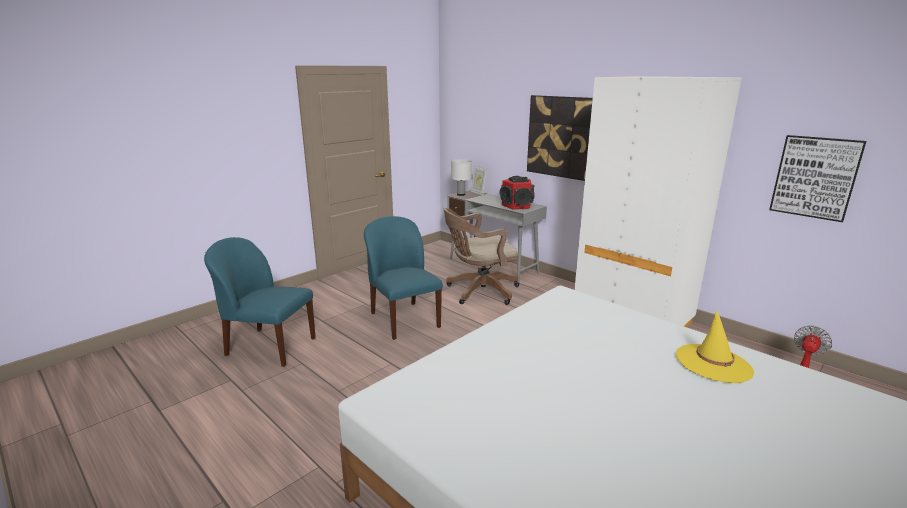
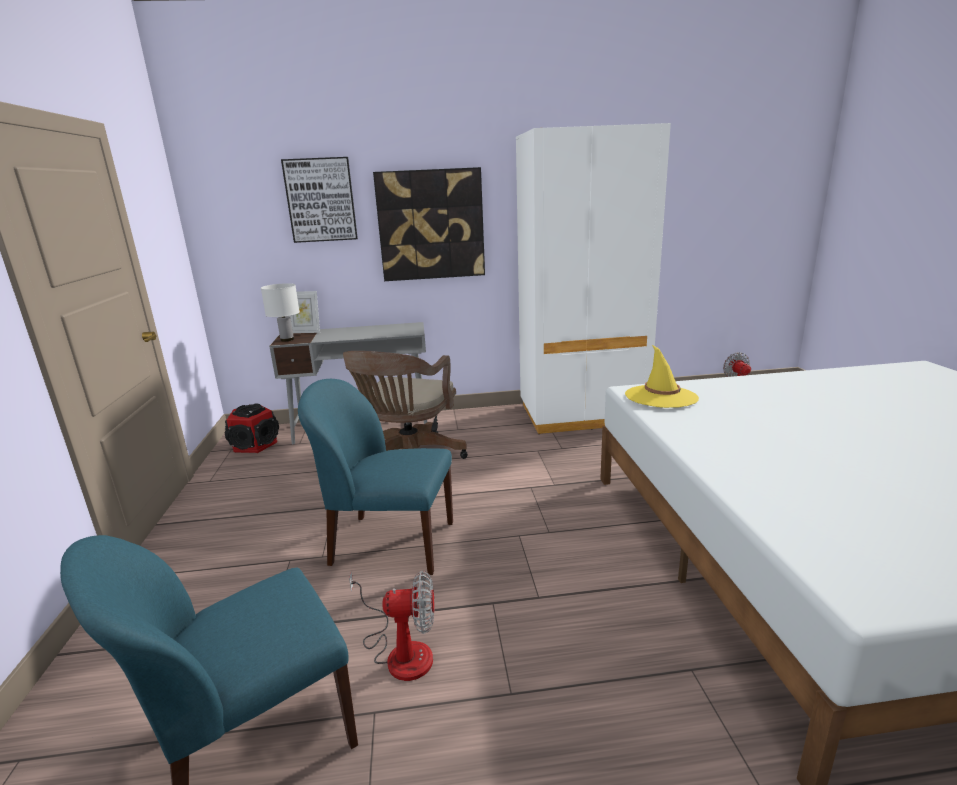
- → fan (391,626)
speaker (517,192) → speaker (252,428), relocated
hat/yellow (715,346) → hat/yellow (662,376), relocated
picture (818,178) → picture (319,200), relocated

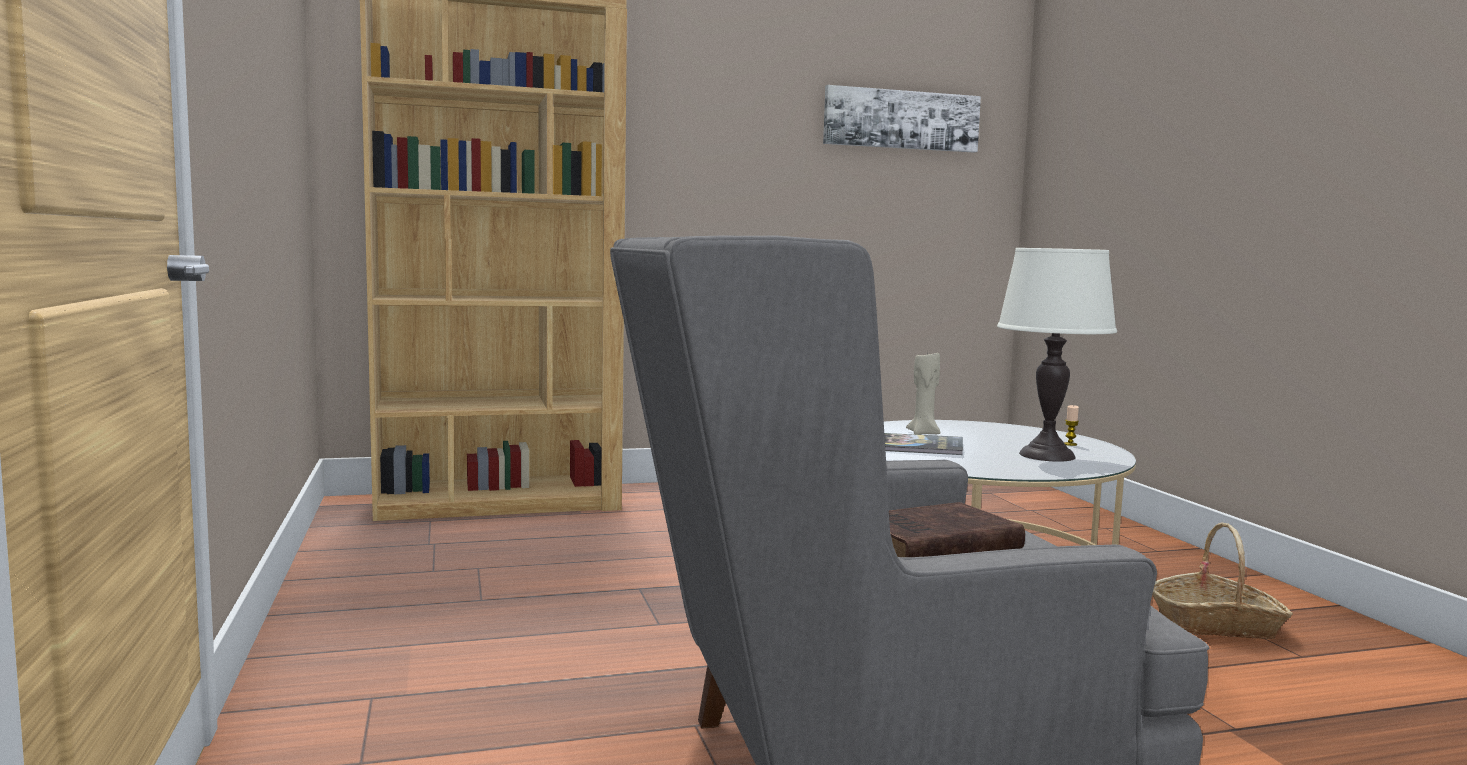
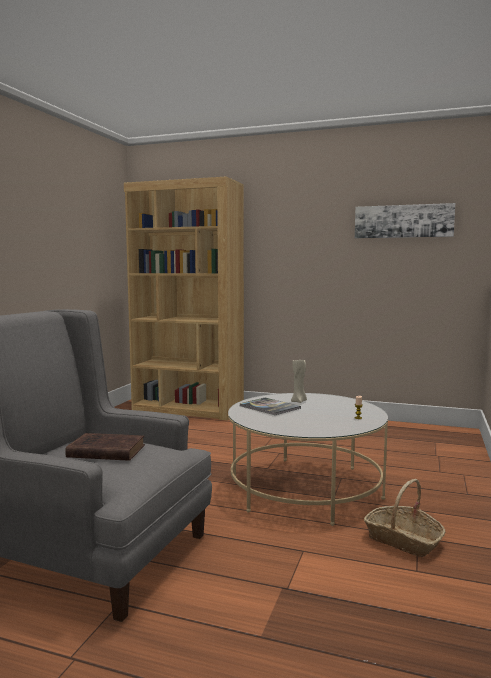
table lamp/white (1057,355) → -

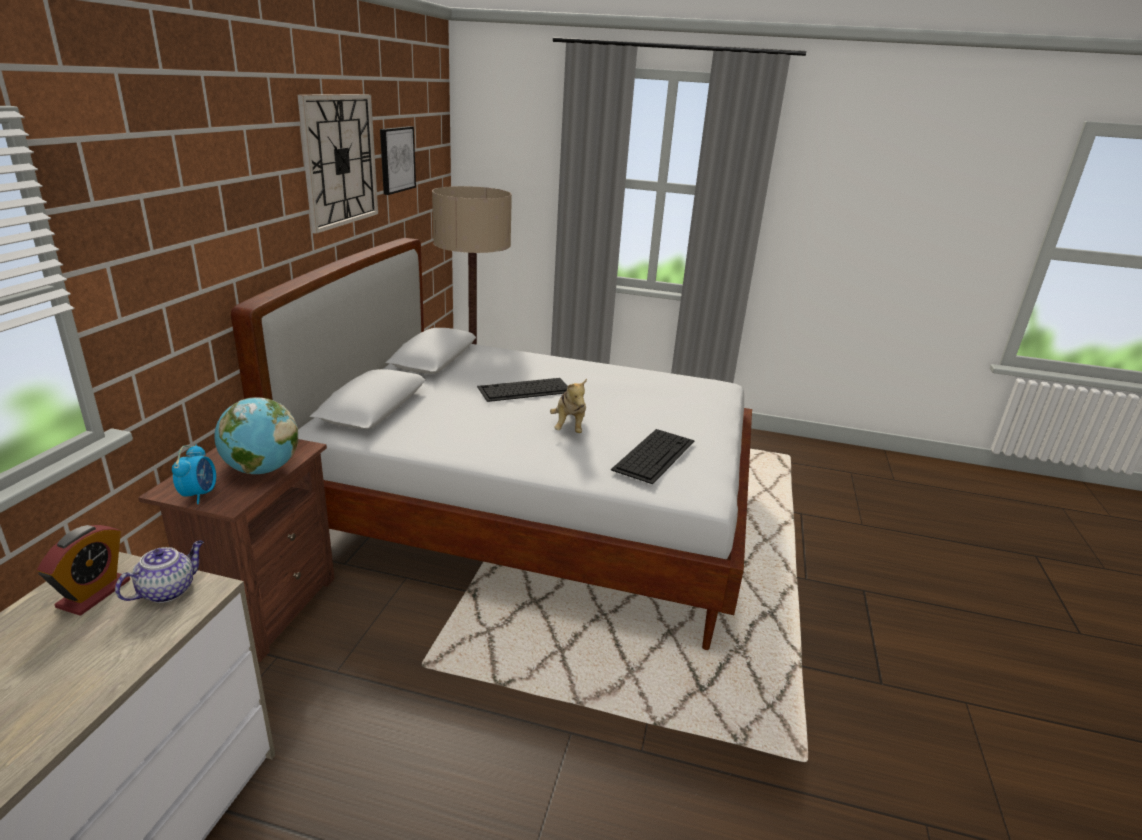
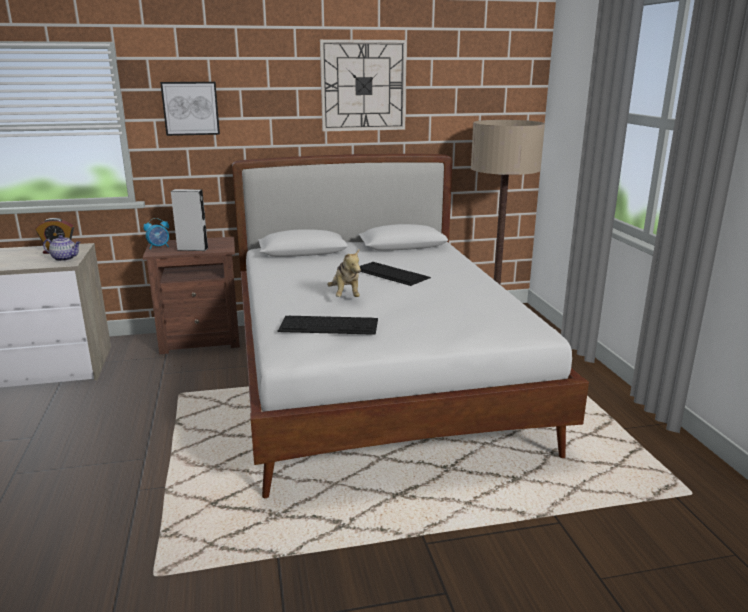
picture (398,160) → picture (190,109), relocated
globe (256,435) → speaker/grey (189,220)
plush toy (568,406) → plush toy (344,273), 75 degrees counterclockwise

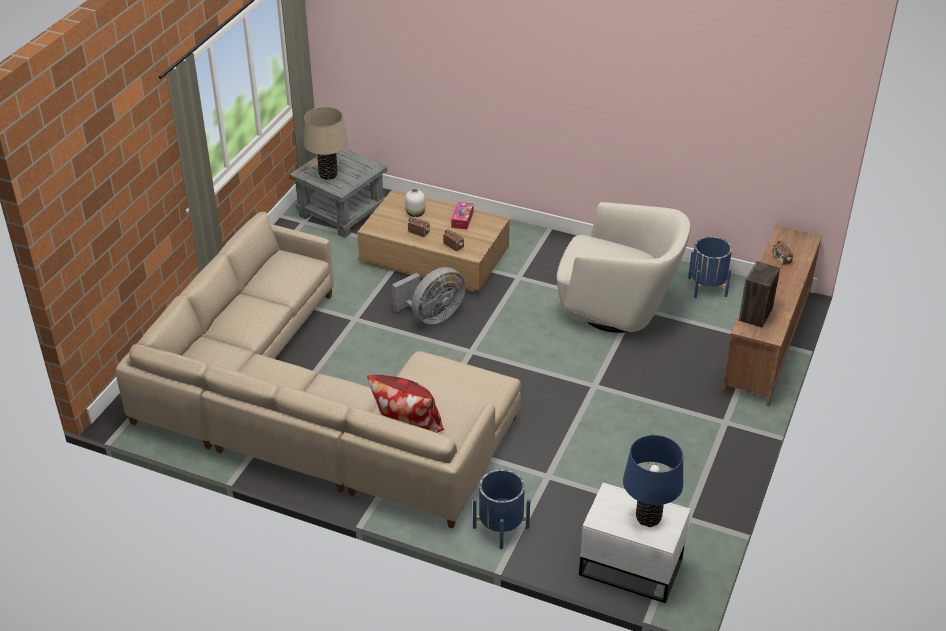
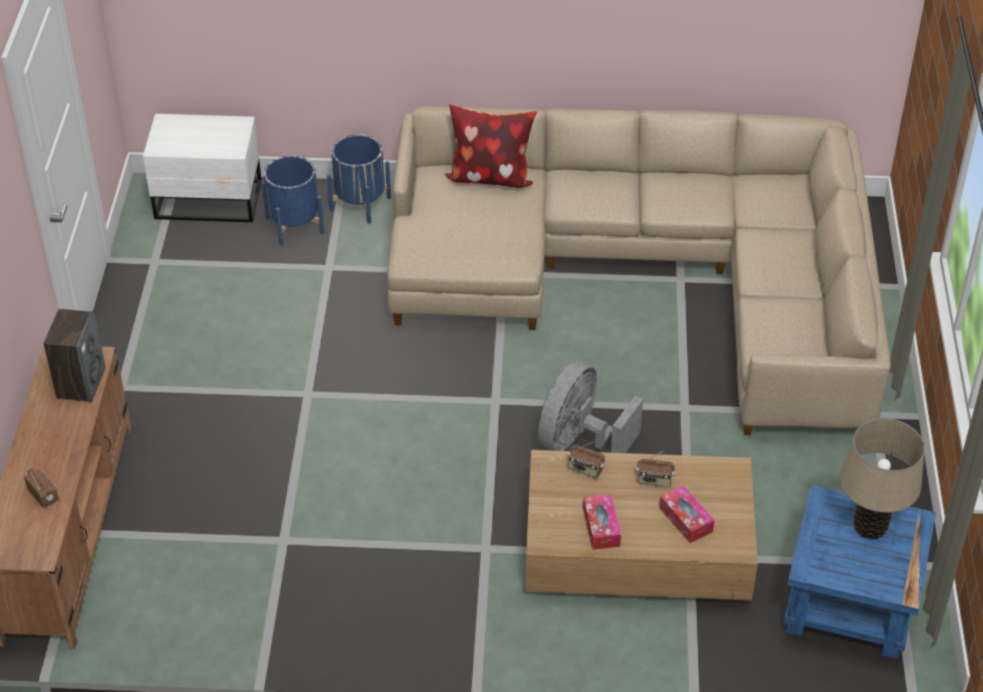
armchair/beige (623,267) → -
table lamp/blue (653,481) → -
planter/blue (710,267) → planter/blue (293,200), relocated
vase/white (415,202) → tissue box (687,514)
side table/grey (338,193) → side table/blue (860,572)

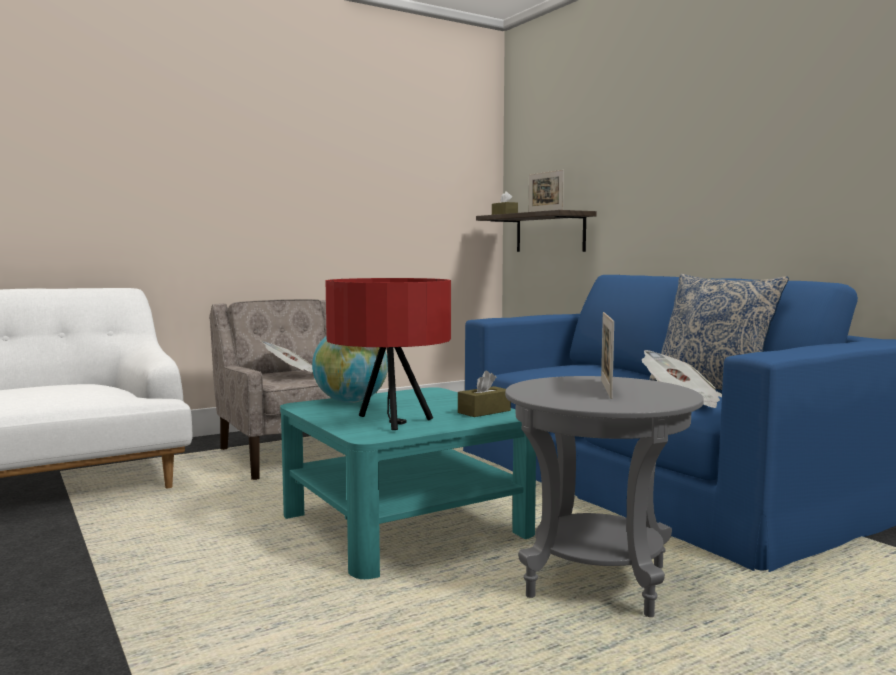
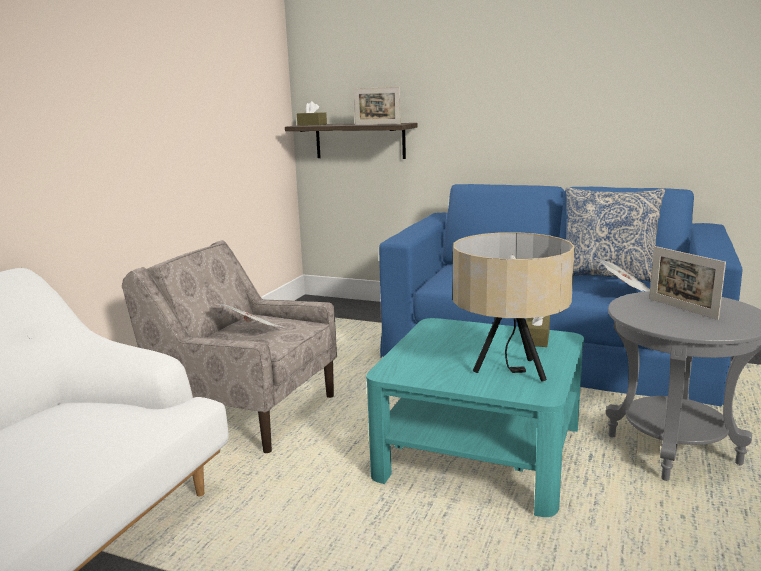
globe (350,369) → -
table lamp/red (388,354) → table lamp/beige (514,307)

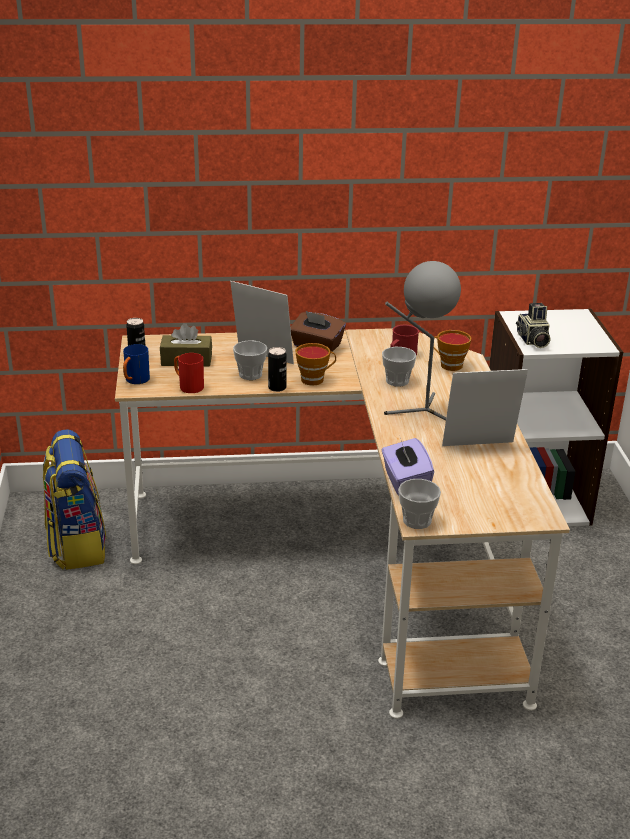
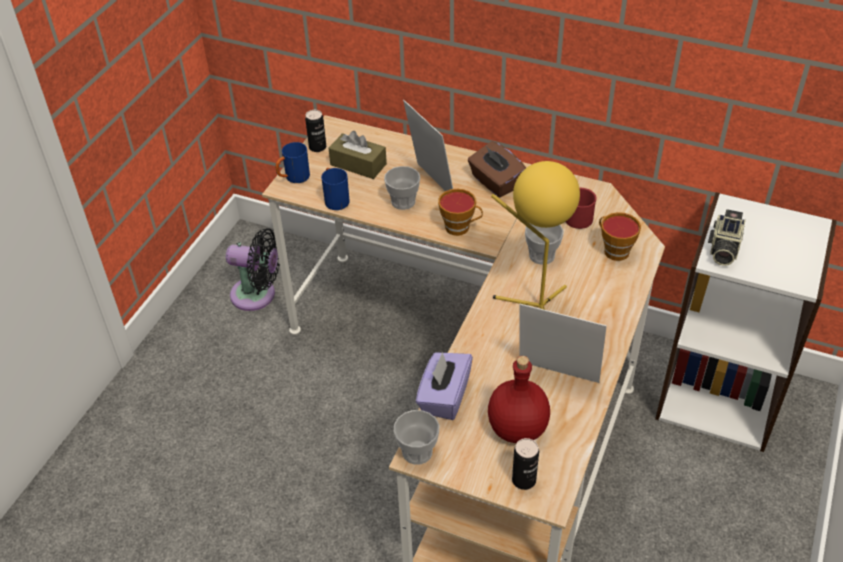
- → bottle/red (519,399)
can (277,369) → can (525,464), relocated
backpack (74,499) → fan/black (253,269)
mug/red (189,373) → mug/blue (335,189)
table lamp/grey (422,341) → table lamp/yellow (535,235)

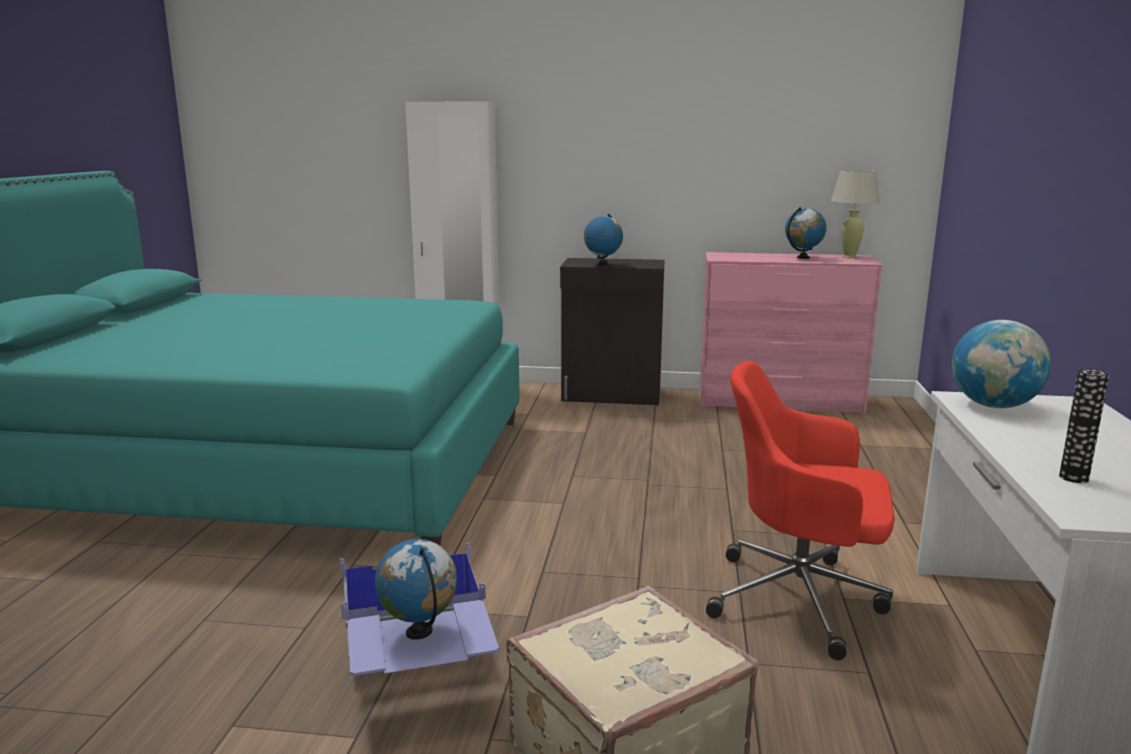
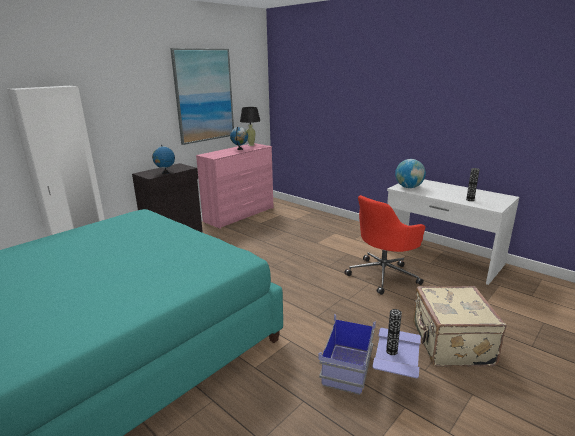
- → picture (202,96)
globe (416,589) → vase (394,332)
table lamp/beige (855,214) → table lamp/black (250,126)

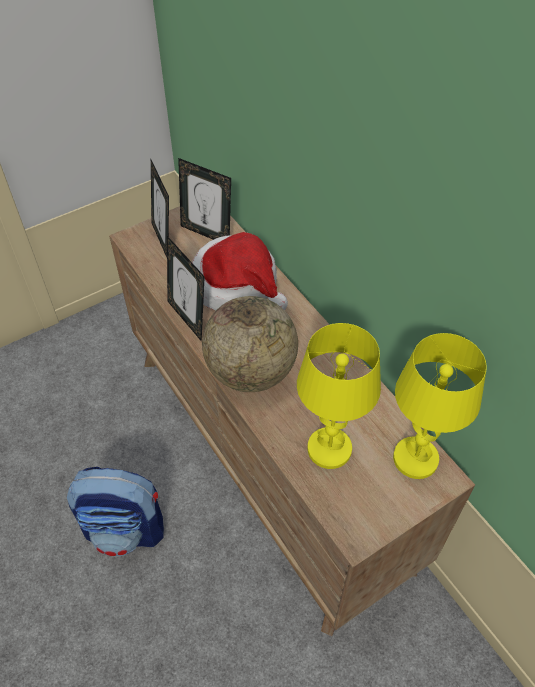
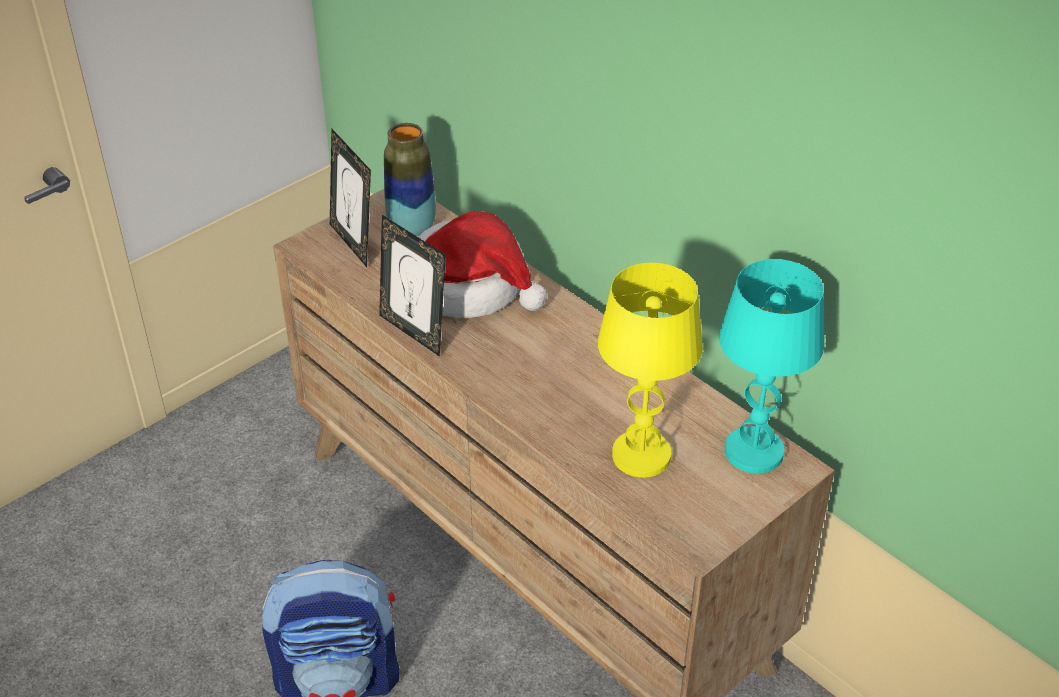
globe (250,344) → -
picture frame (204,199) → vase (410,179)
table lamp/yellow (440,406) → table lamp/turquoise (771,366)

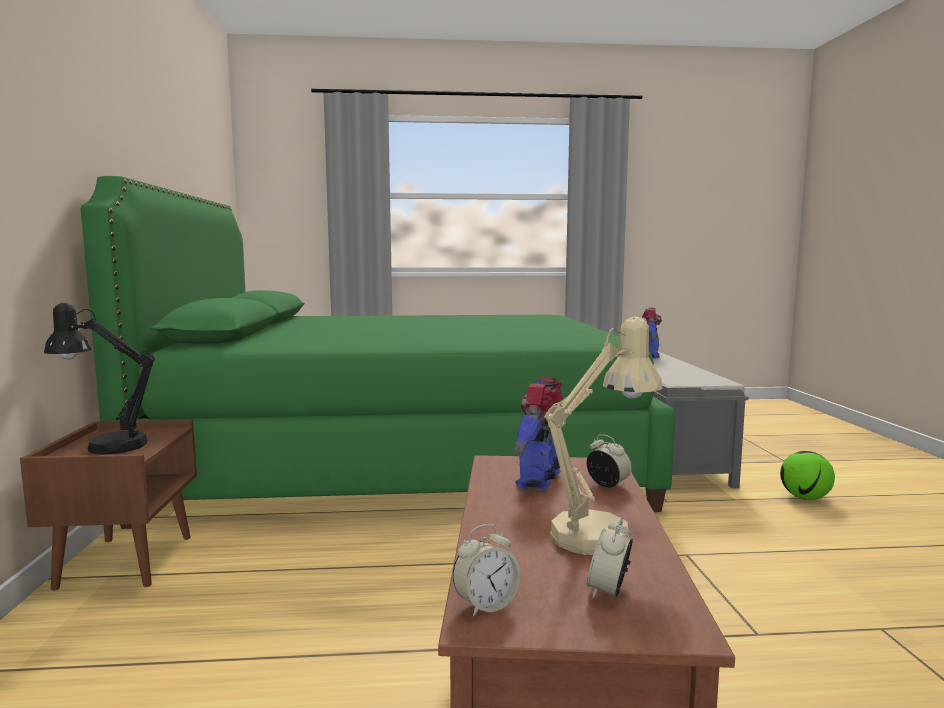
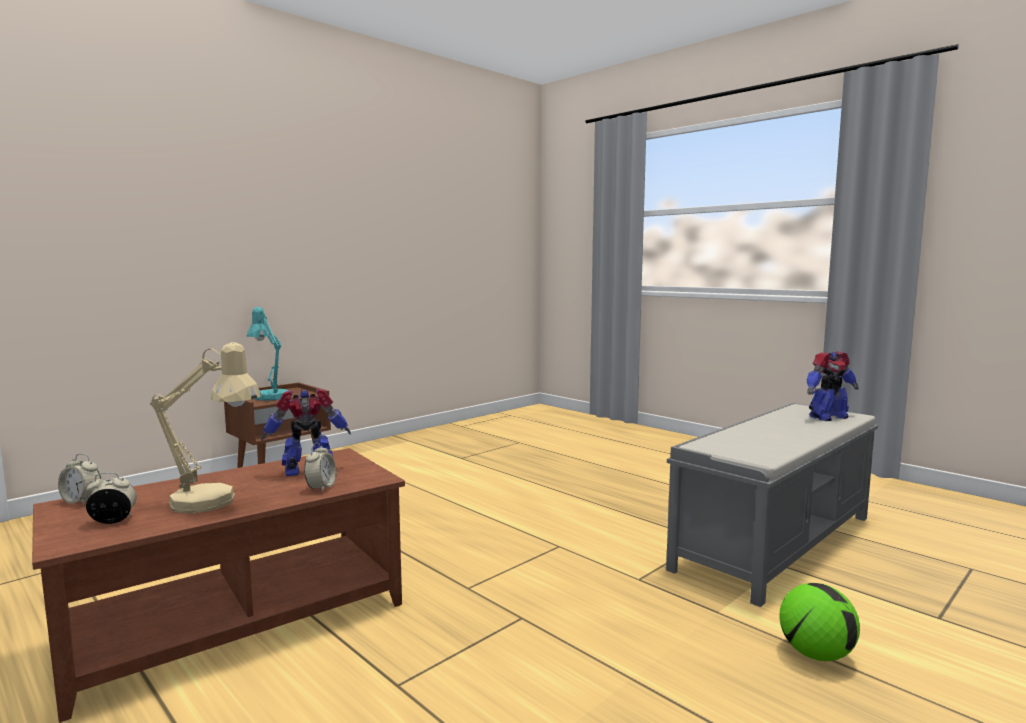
bed/green (378,352) → -
table lamp/black (99,378) → table lamp/turquoise (267,354)

